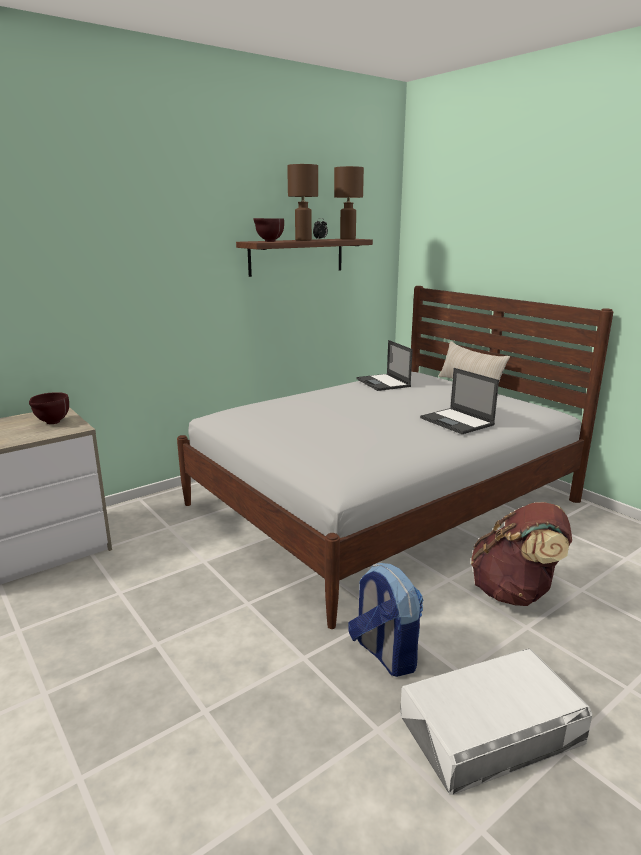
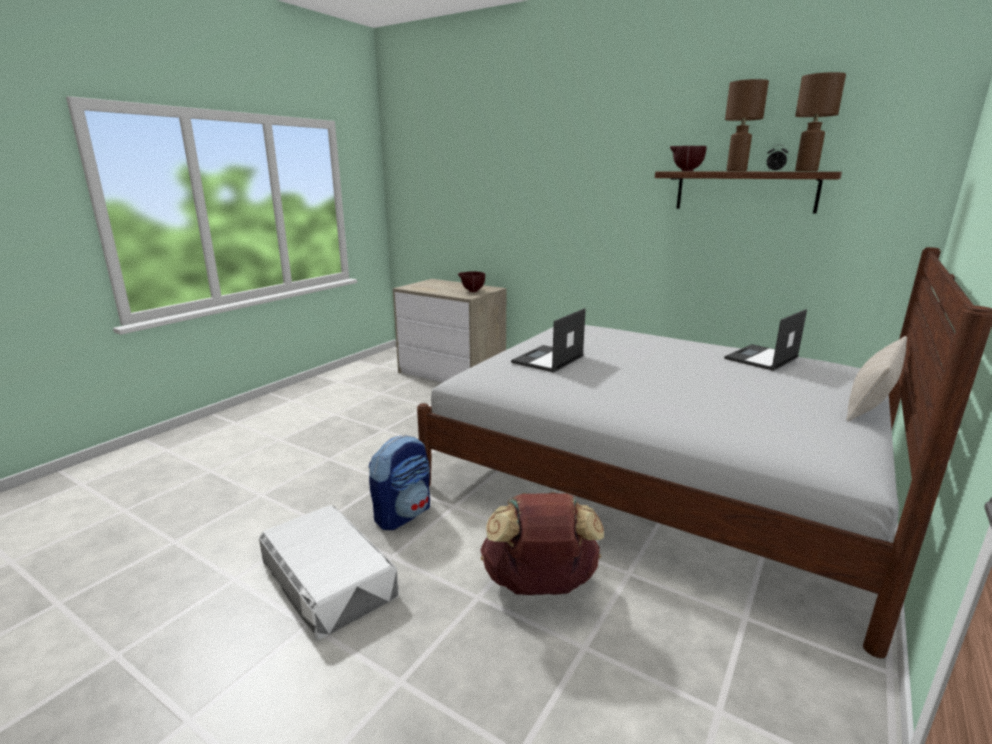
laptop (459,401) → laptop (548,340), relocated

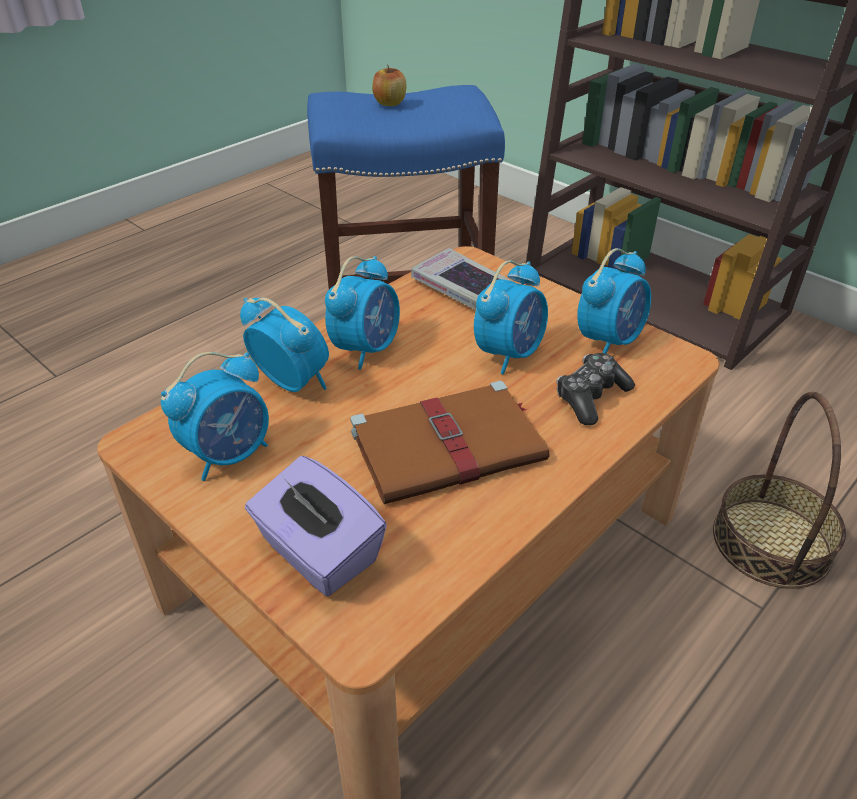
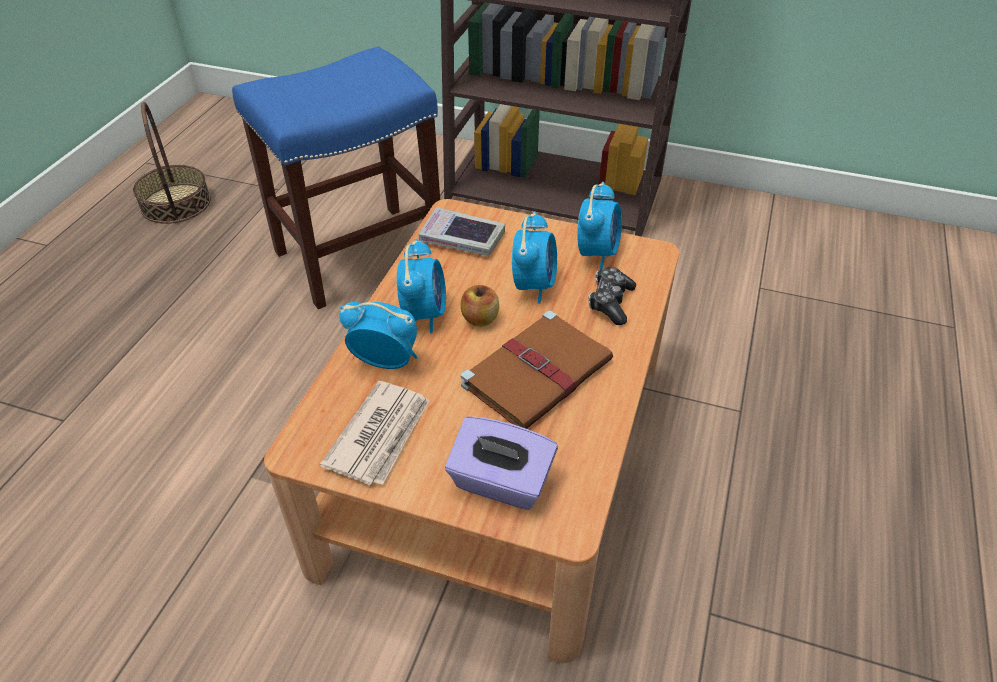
apple (389,85) → apple (480,306), relocated
basket (779,490) → basket (172,163), relocated
alarm clock (215,416) → newspaper (375,433)

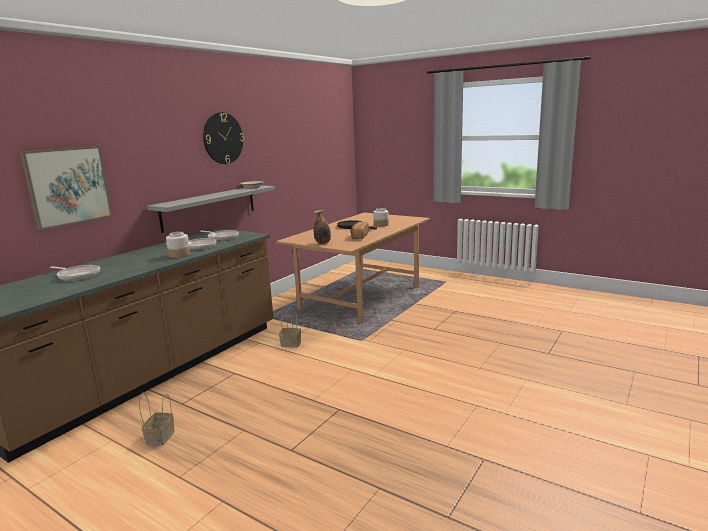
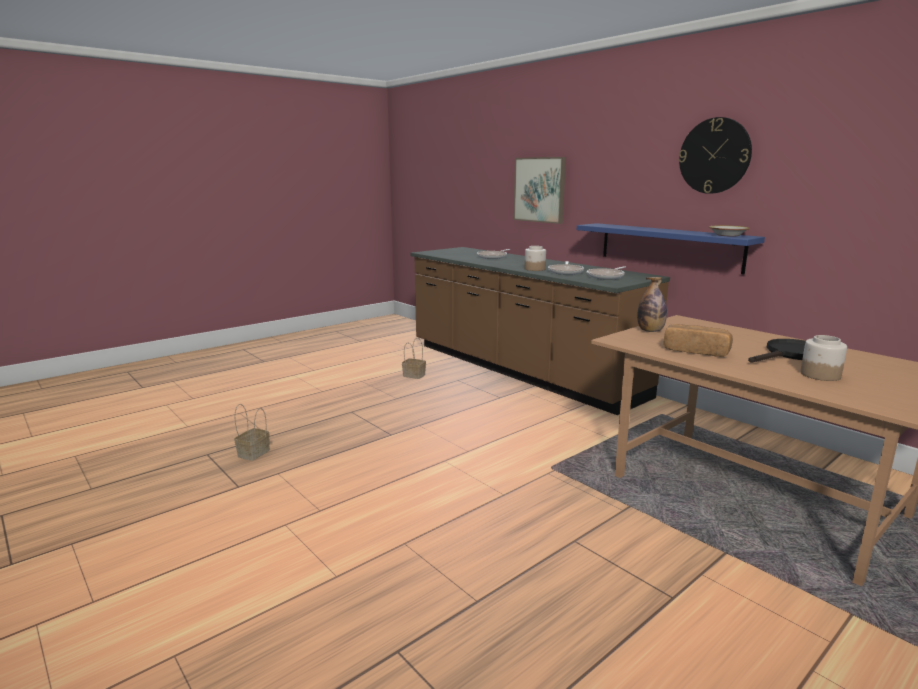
basket (290,327) → basket (252,432), relocated
shelf/grey (211,209) → shelf/blue (671,249)

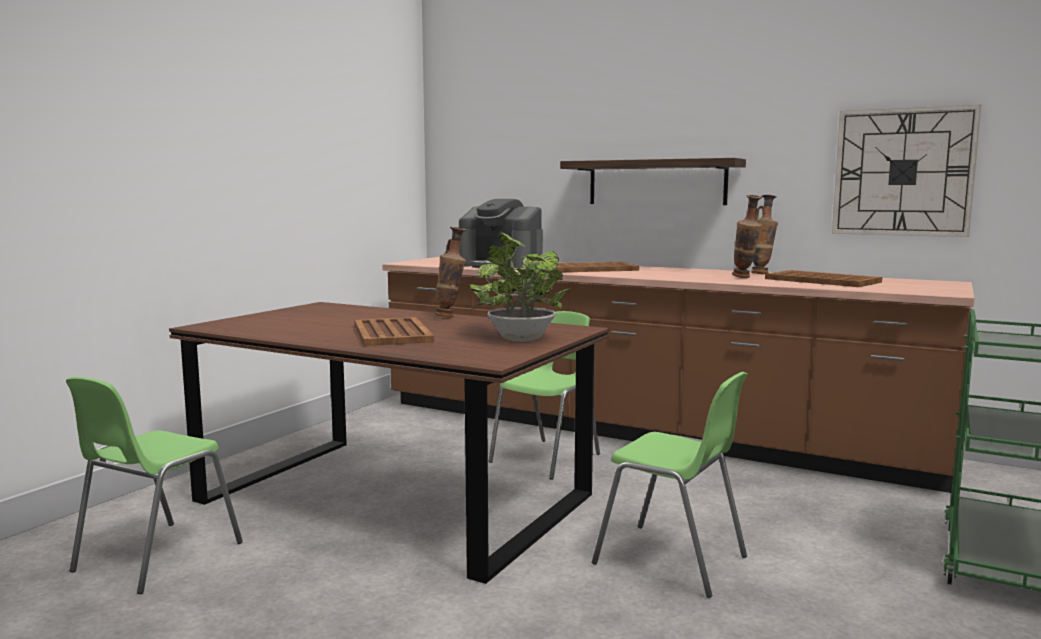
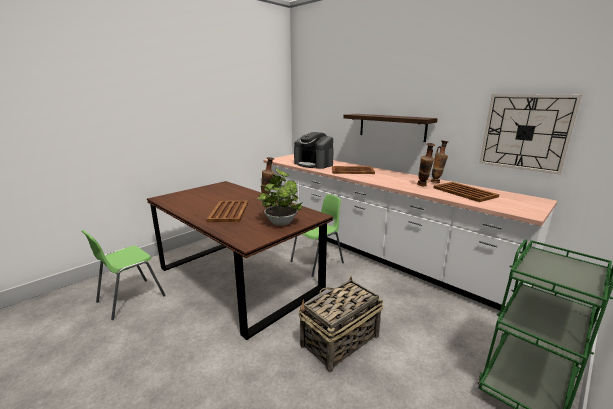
chair/green (670,485) → basket (340,324)
counter/brown (678,375) → counter/white (410,232)

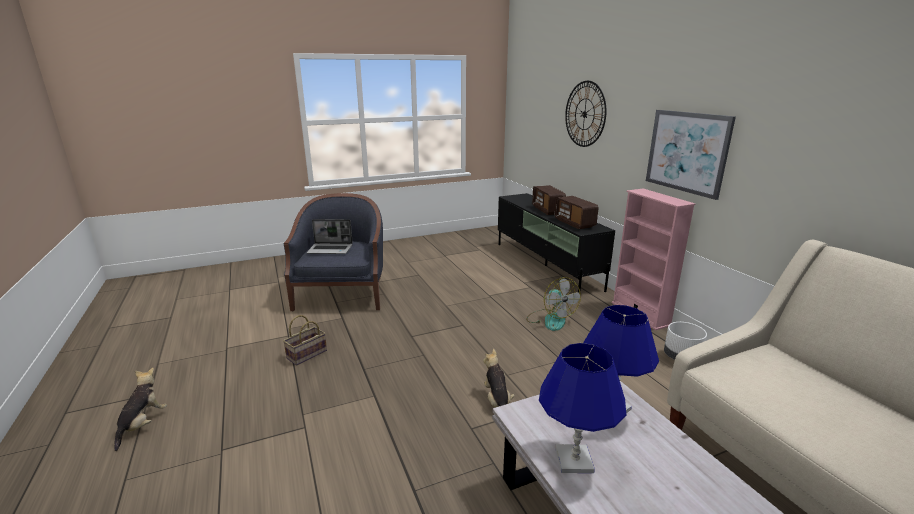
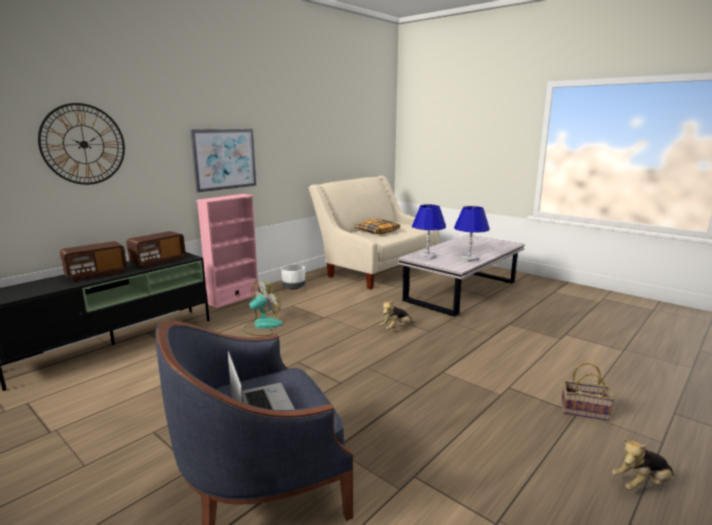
- → pillow (377,226)
basket (305,340) → basket (587,391), relocated

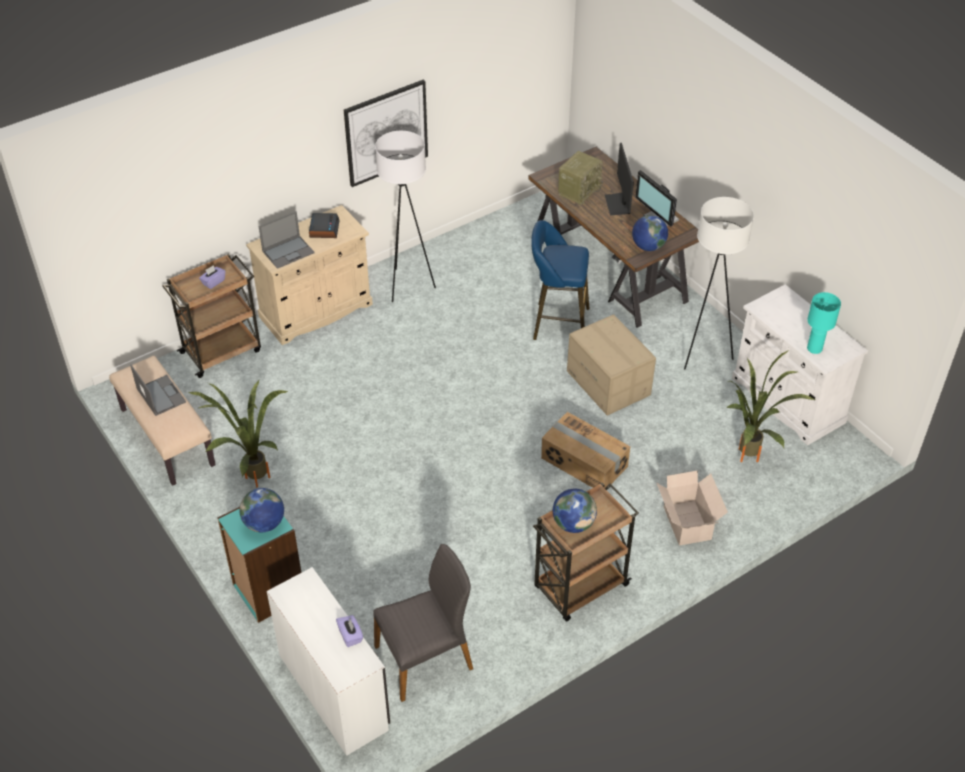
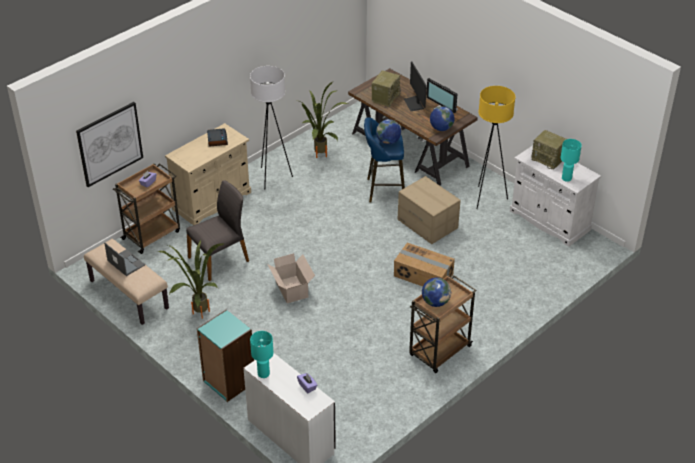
laptop (286,240) → -
- → table lamp/turquoise (261,354)
- → radio (549,149)
globe (261,510) → globe (388,131), relocated
picture (386,133) → picture (109,144), relocated
chair/grey (423,623) → chair/grey (217,230), relocated
cardboard box (692,507) → cardboard box (291,278), relocated
potted plant (770,406) → potted plant (324,119), relocated
floor lamp/white (719,283) → floor lamp/yellow (496,147)

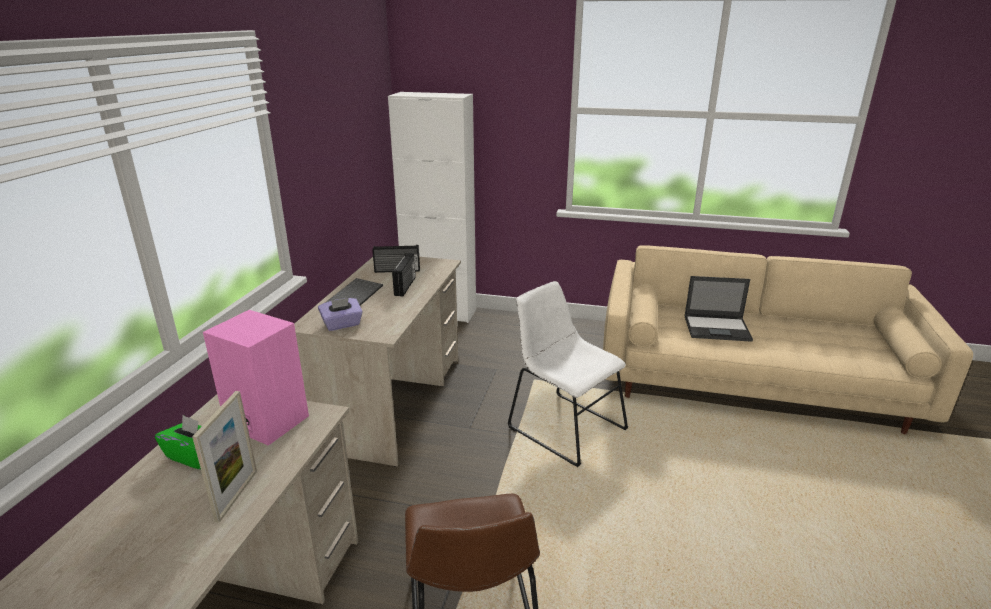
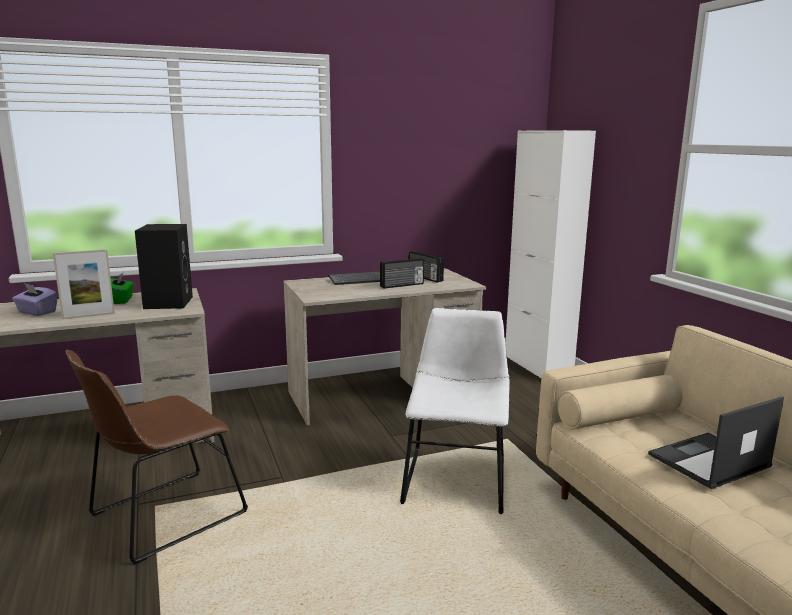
tissue box/purple (340,314) → tissue box/purple (34,299), relocated
speaker/pink (256,378) → speaker/black (164,266)
laptop (718,309) → laptop (716,442), 90 degrees clockwise

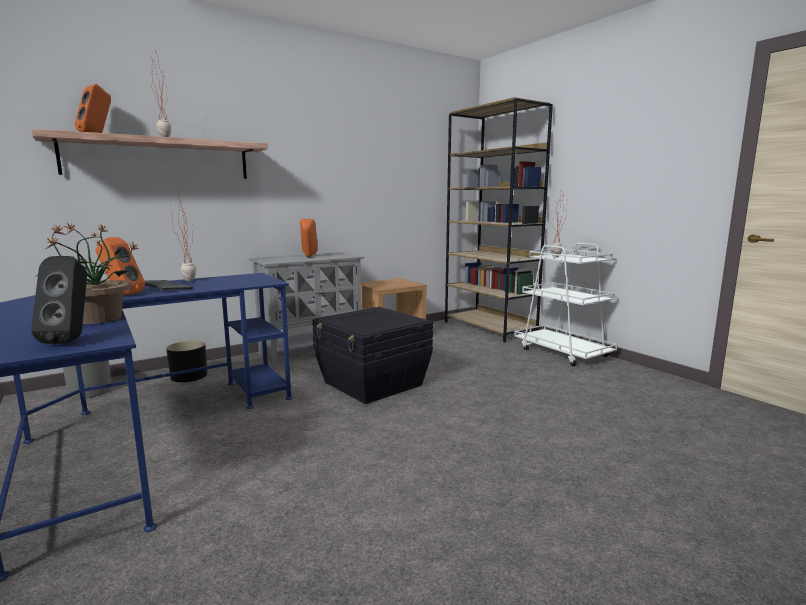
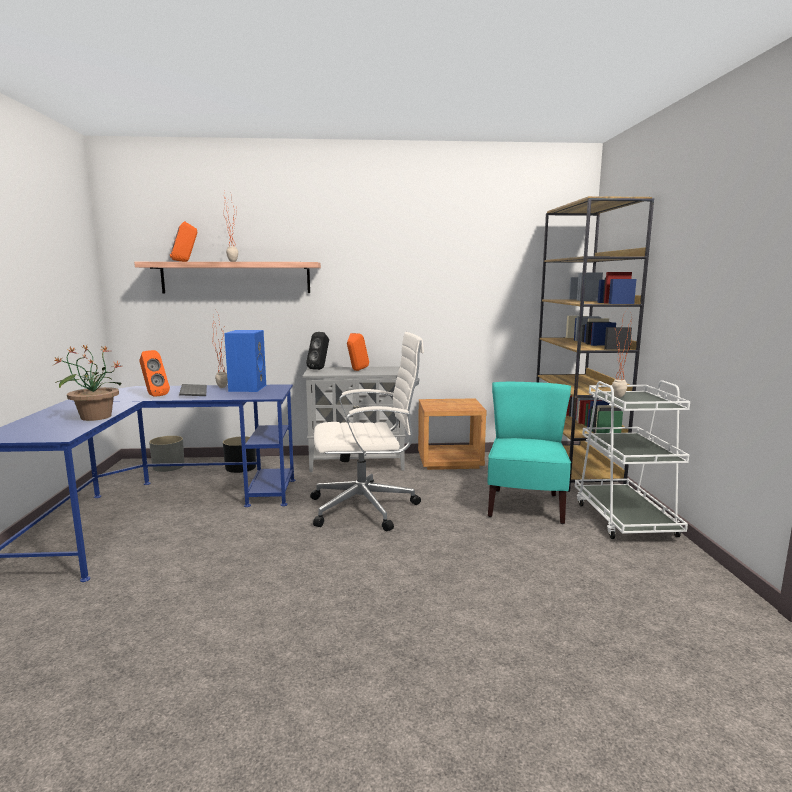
- → speaker/blue (245,361)
- → chair/turquoise (529,453)
speaker/black (59,300) → speaker/black (317,351), relocated
storage box/black (372,355) → office chair/white (367,431)

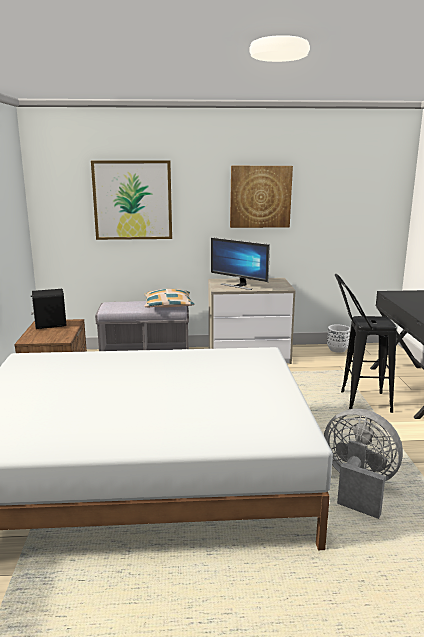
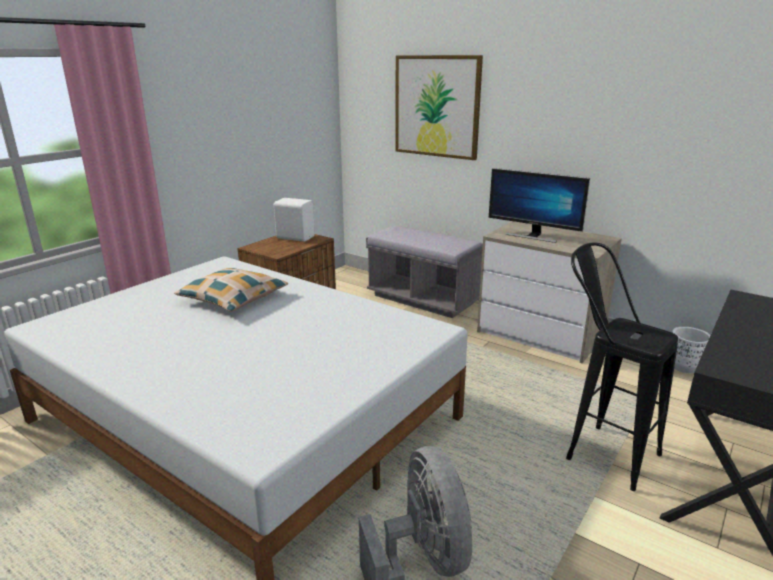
picture (261,197) → -
pillow (169,298) → pillow (231,290), relocated
speaker/black (48,309) → speaker/white (294,220)
monitor (240,263) → monitor (539,205), 45 degrees counterclockwise

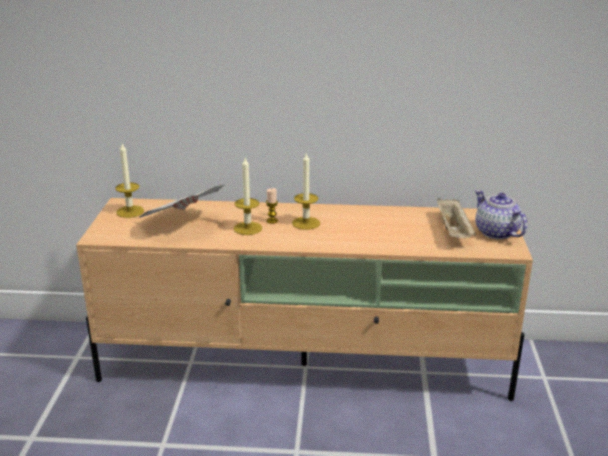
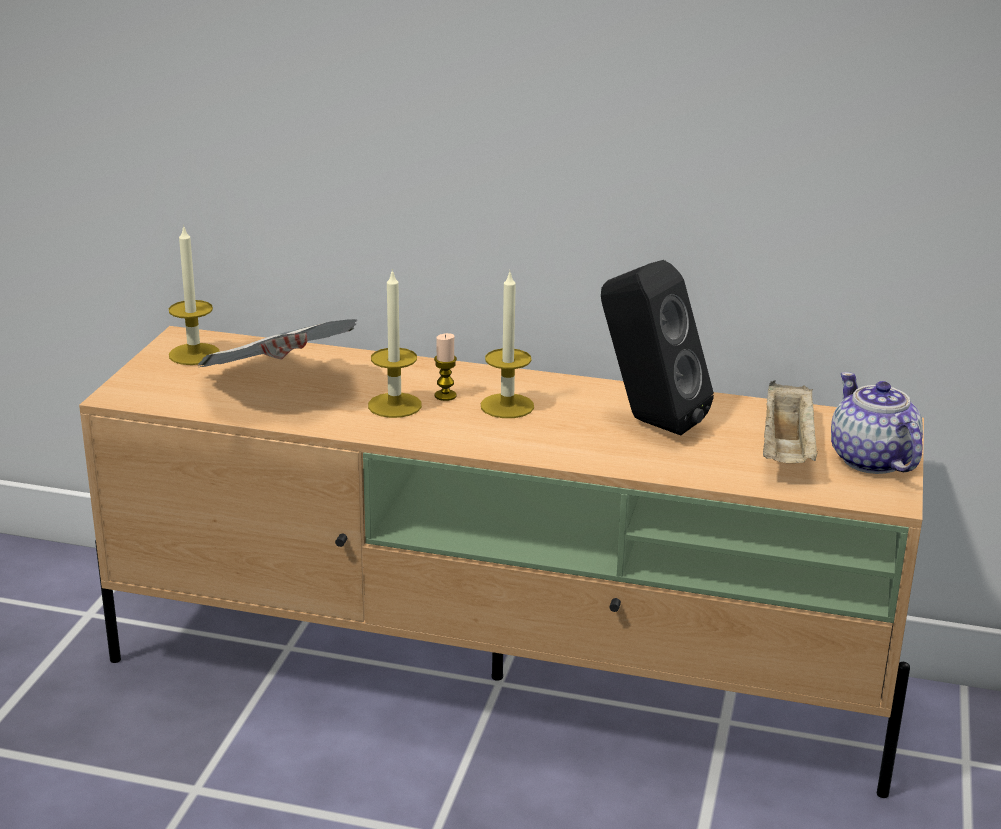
- → speaker/black (657,348)

